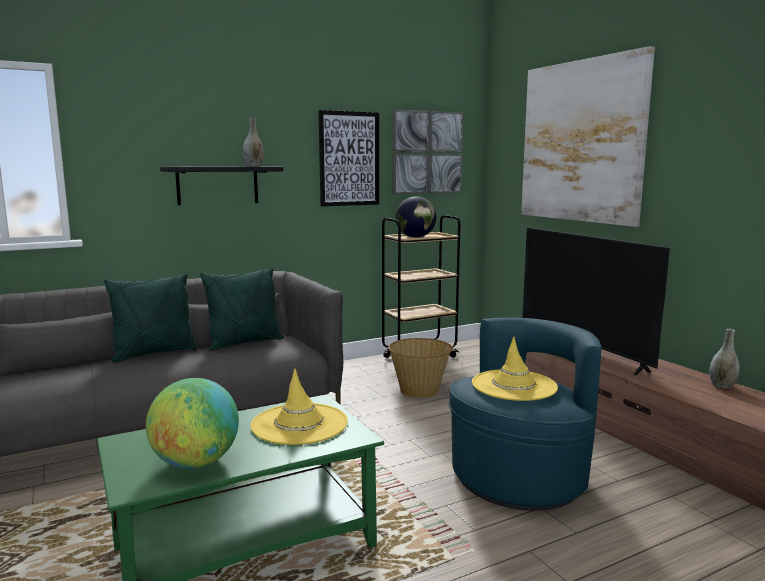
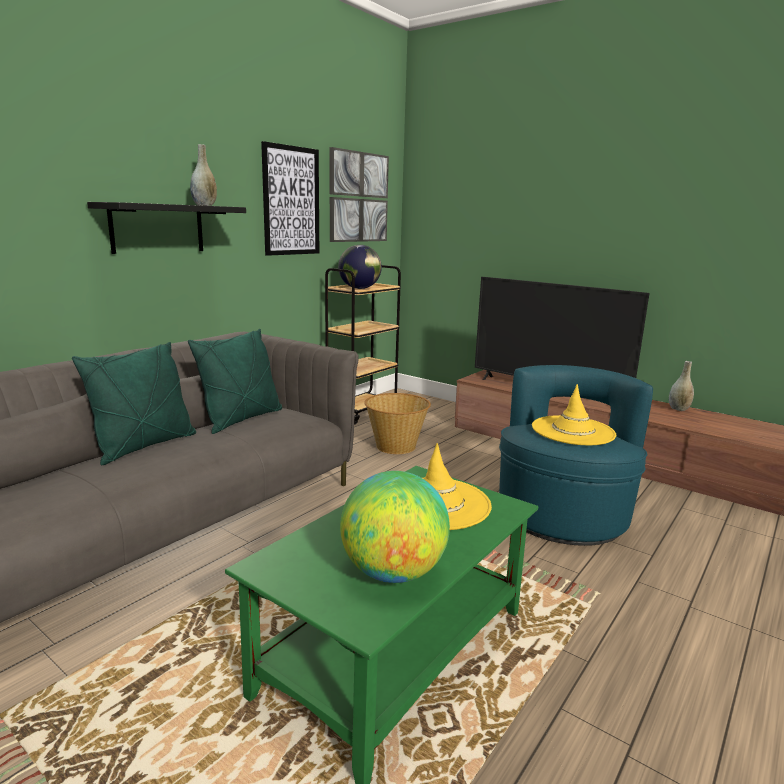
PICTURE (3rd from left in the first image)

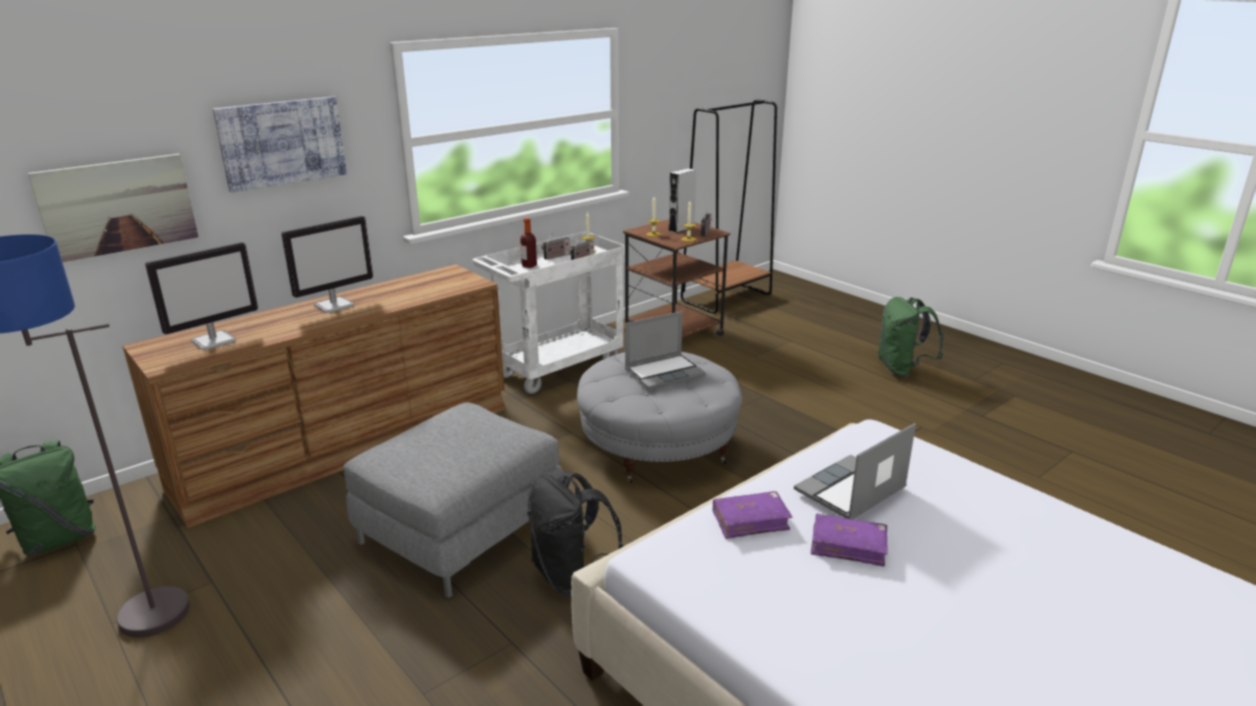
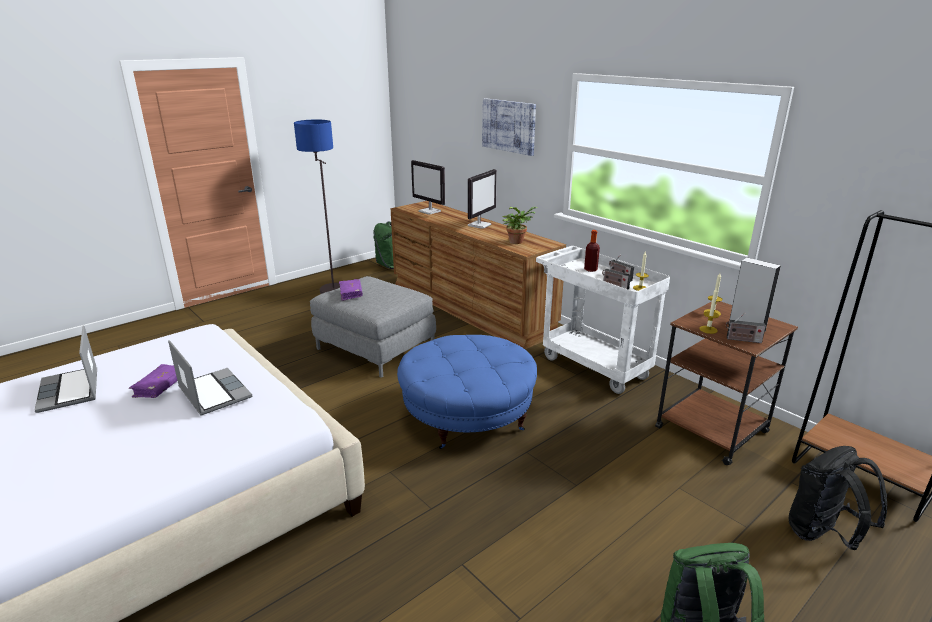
LAPTOP (1st from left)
PURPLE BOOK (2nd from left)
BLUE OTTOMAN
MONITOR (2nd from left)
POTTED PLANT
BLACK BACKPACK
PICTURE (1st from left in the first image)

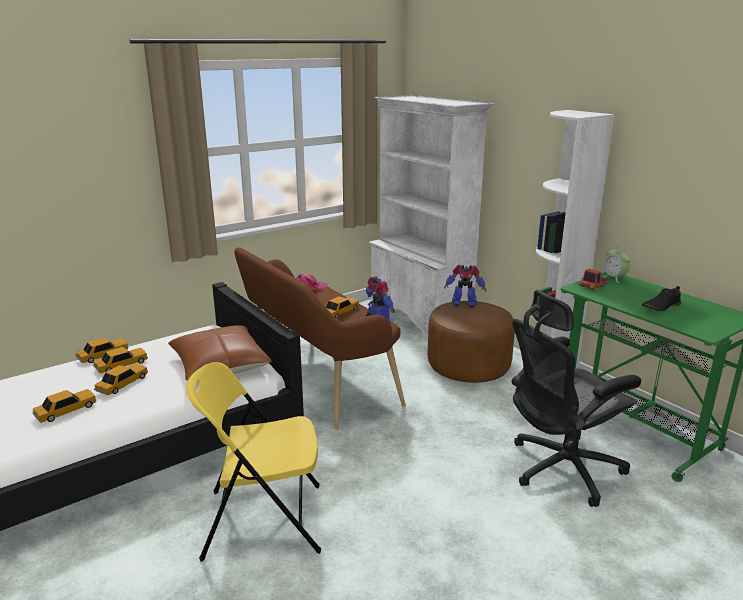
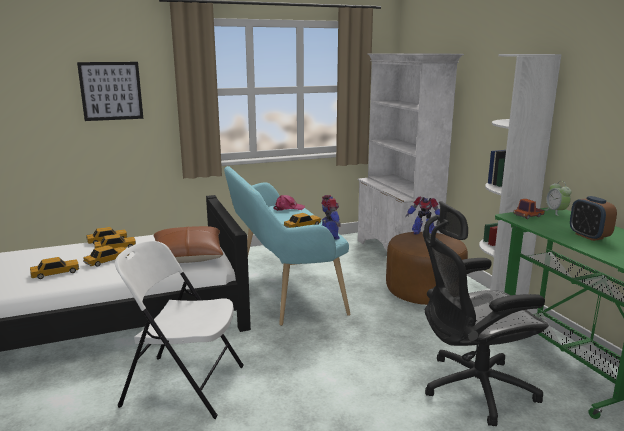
PICTURE
WHITE CHAIR
TURQUOISE BENCH
ALARM CLOCK (2nd from left)

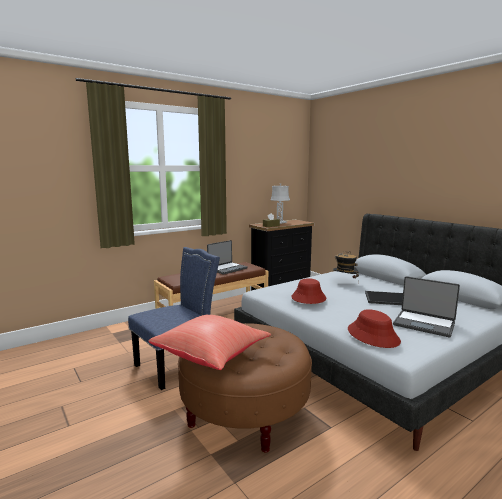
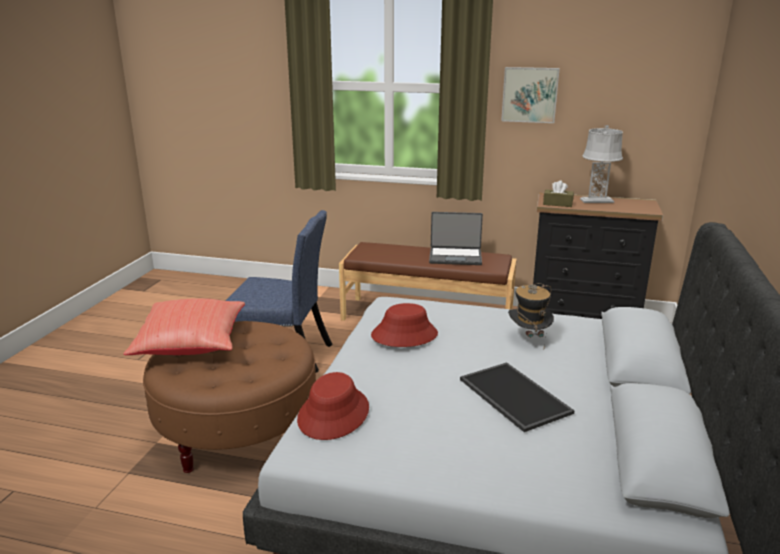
PICTURE
LAPTOP (2nd from left in the first image)

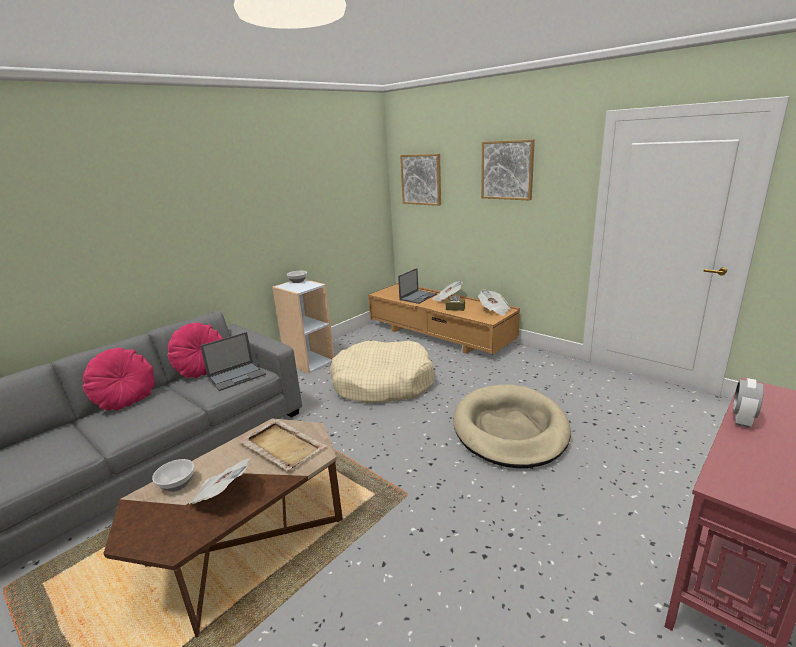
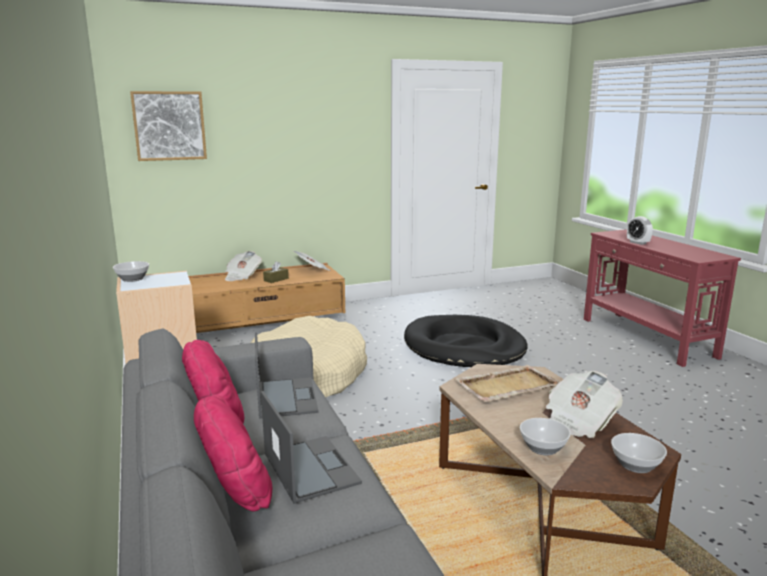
LAPTOP (2nd from left)
BLACK DOG BED
BOWL (3rd from left)
PICTURE (2nd from left in the first image)

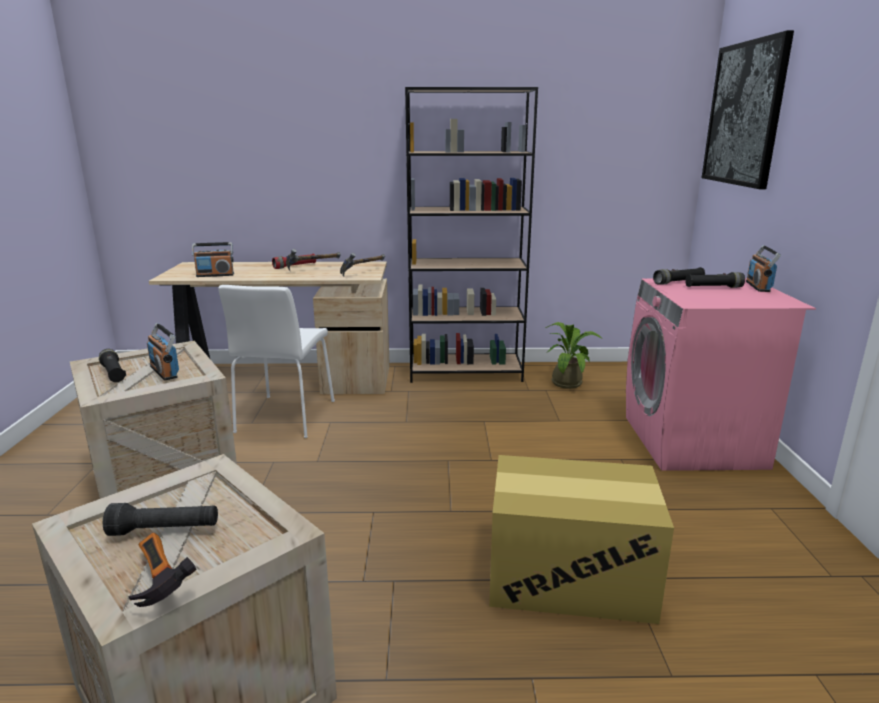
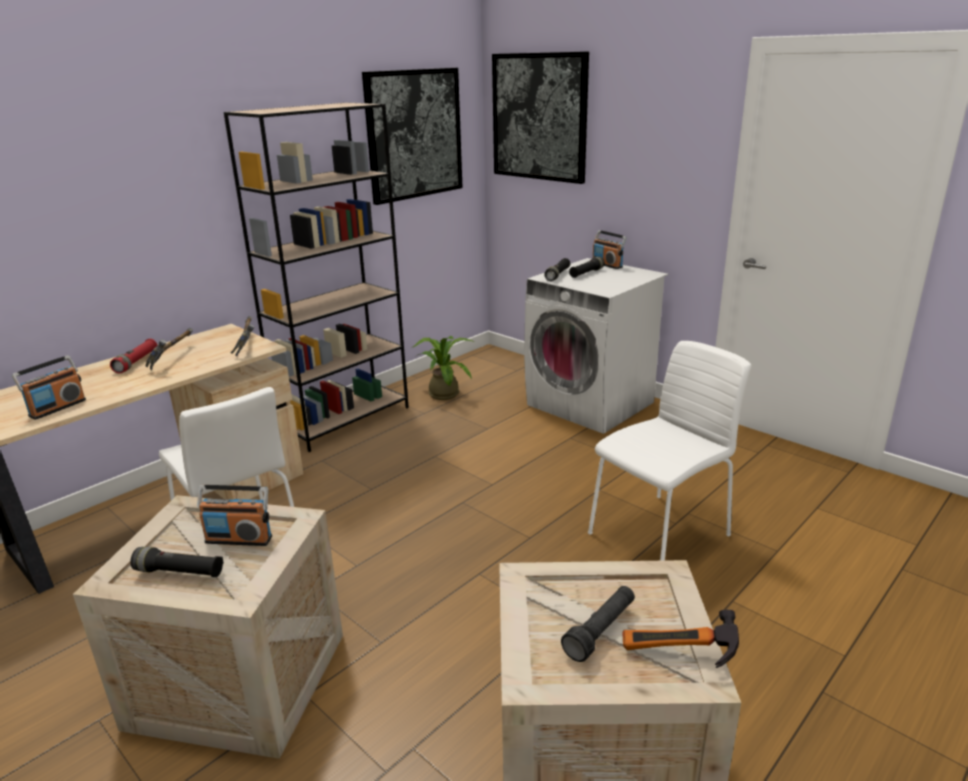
PICTURE (1st from left)
WHITE WASHING MACHINE
WHITE CHAIR (2nd from left)

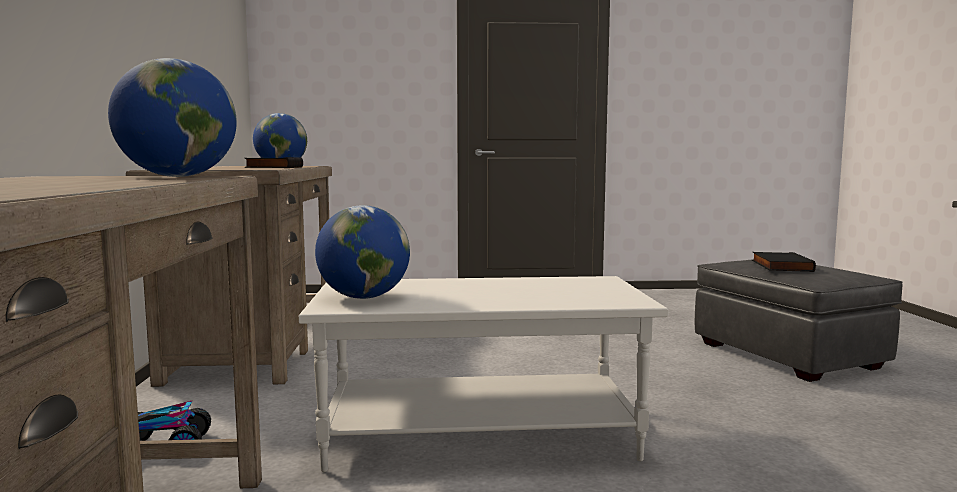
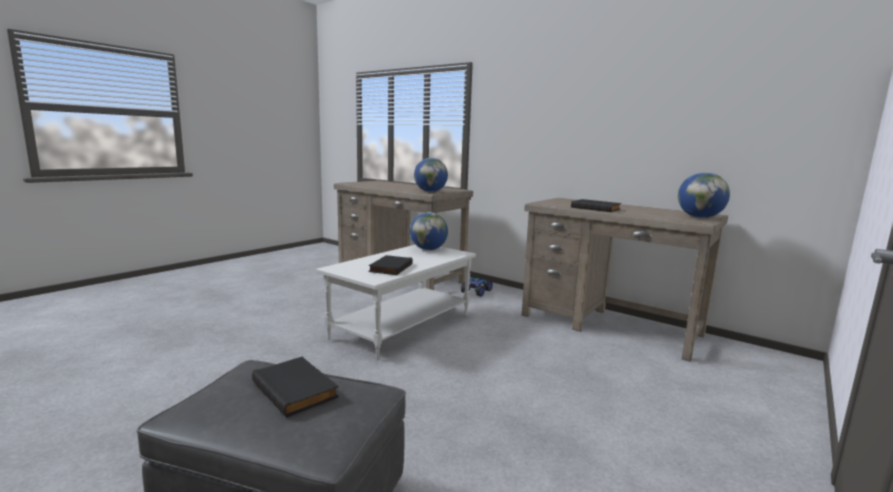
BLACK BOOK (2nd from left)

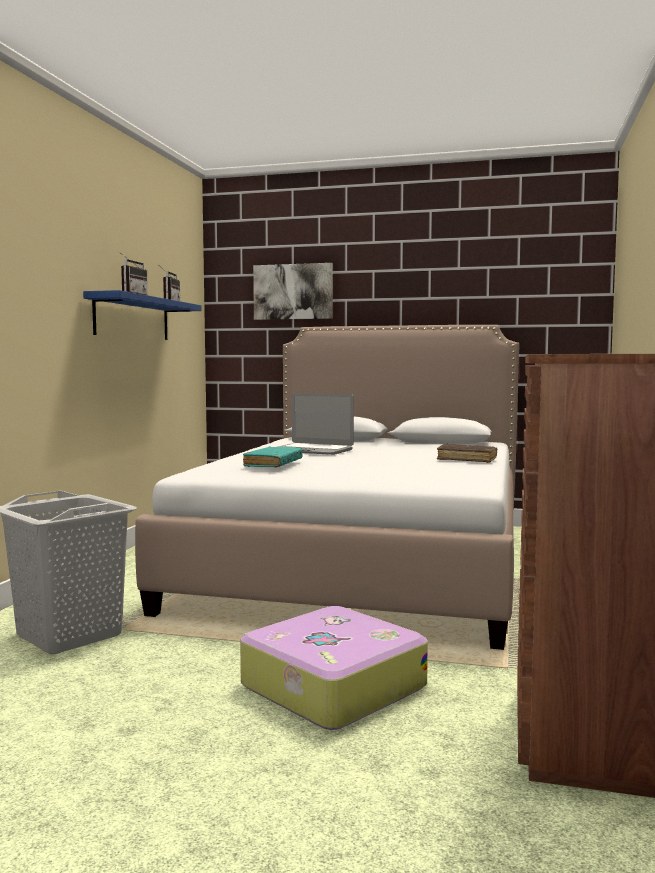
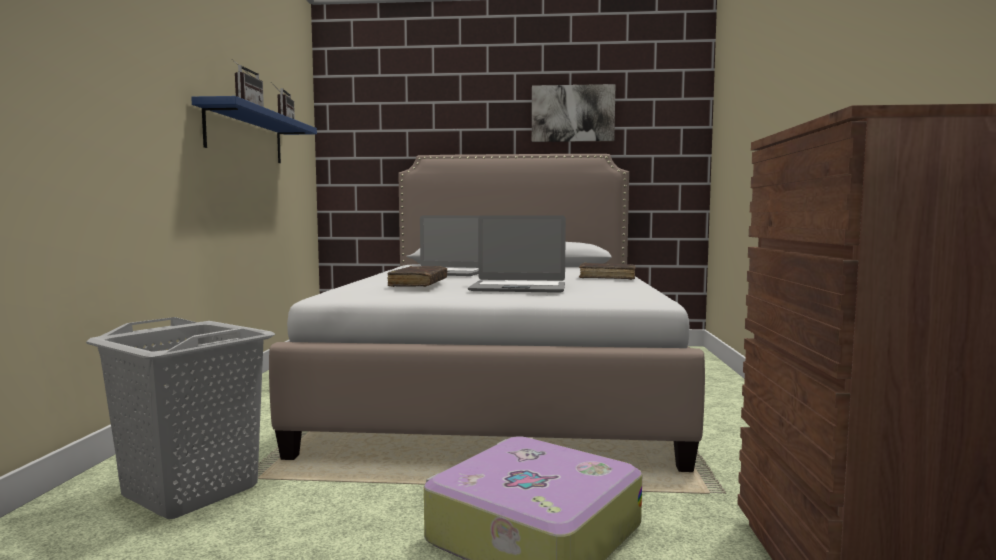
BROWN BOOK (1st from left)
LAPTOP (2nd from left)
PICTURE

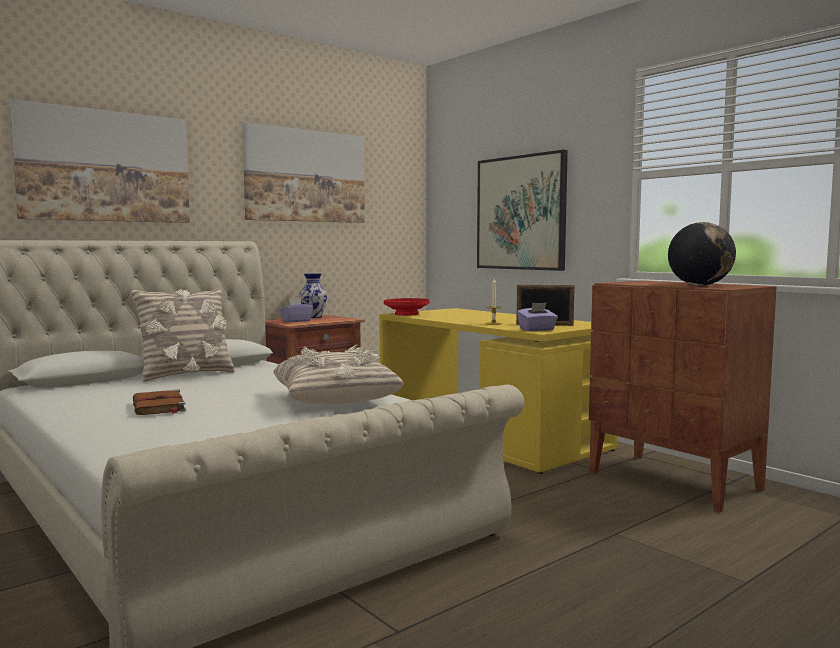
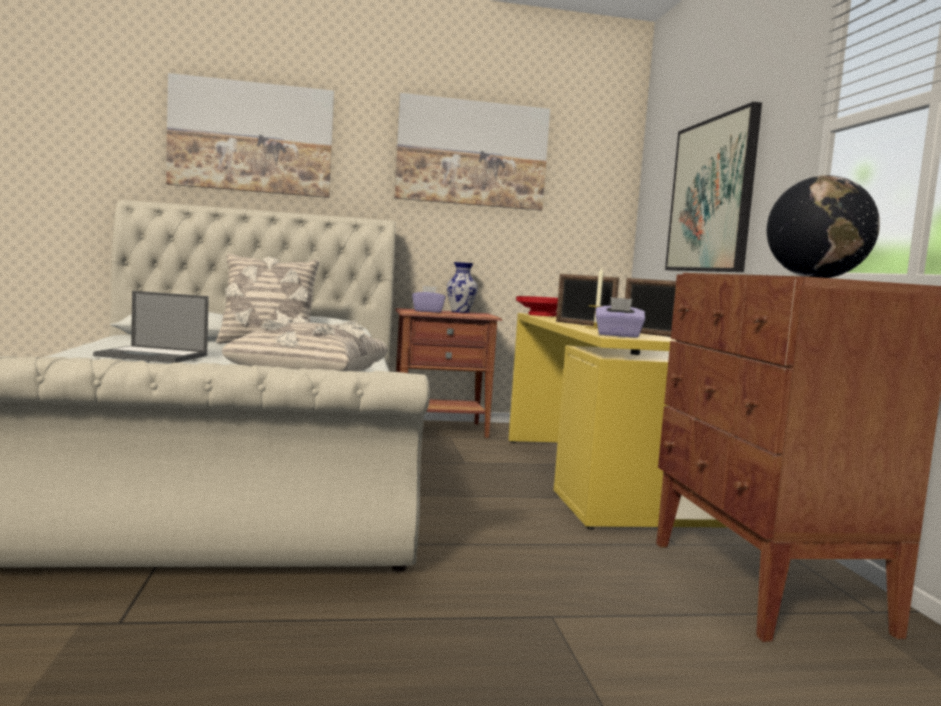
LAPTOP
PICTURE FRAME (1st from left)

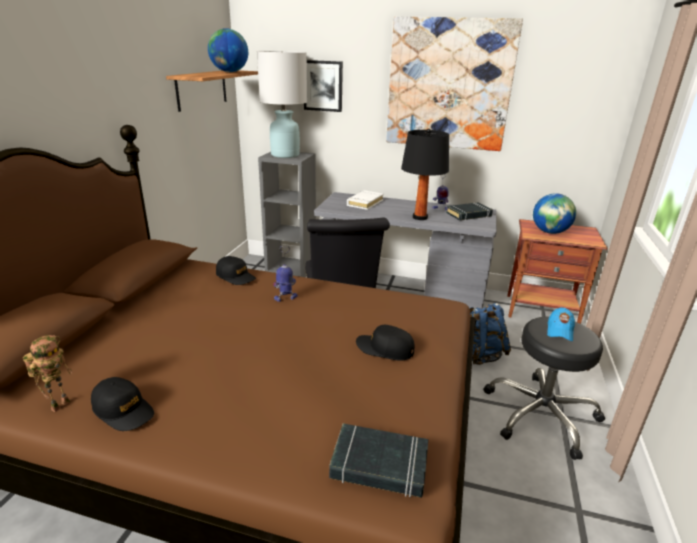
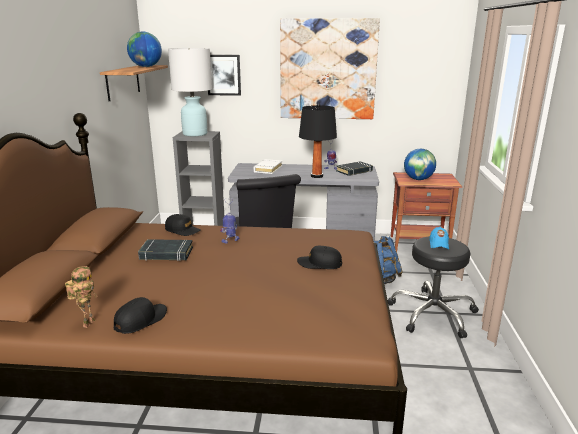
BLACK CAP (1st from left)
BLACK BOOK (1st from left)

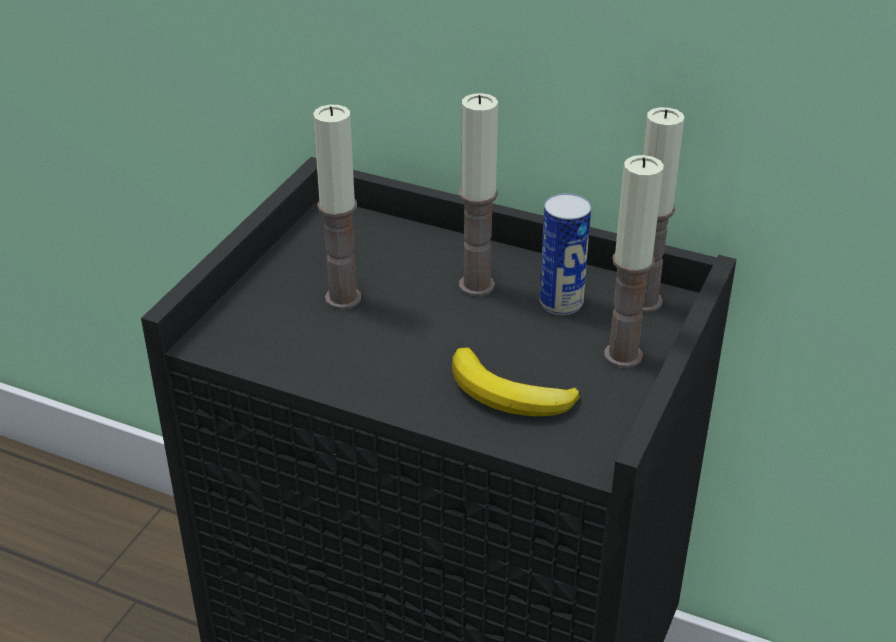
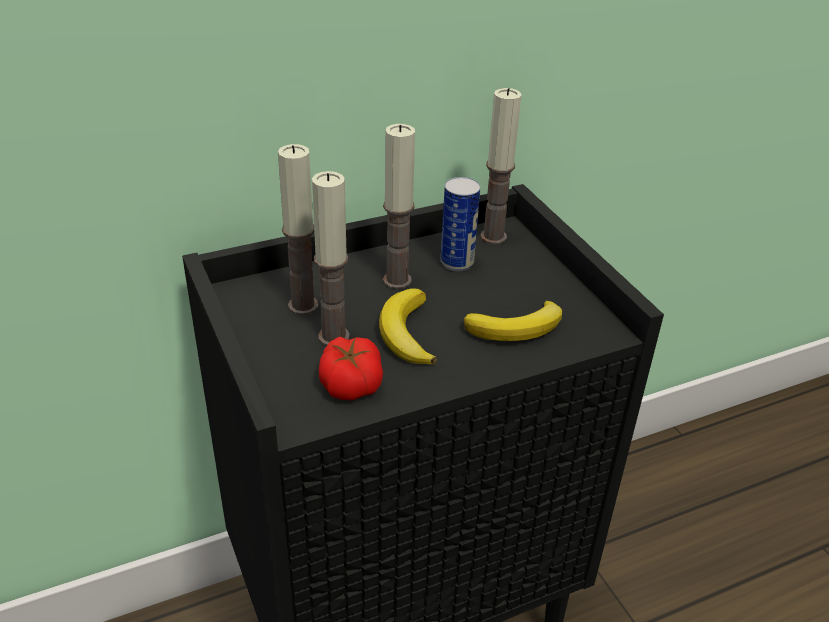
CANDLE (1st from left)
TOMATO
BANANA (1st from left)

